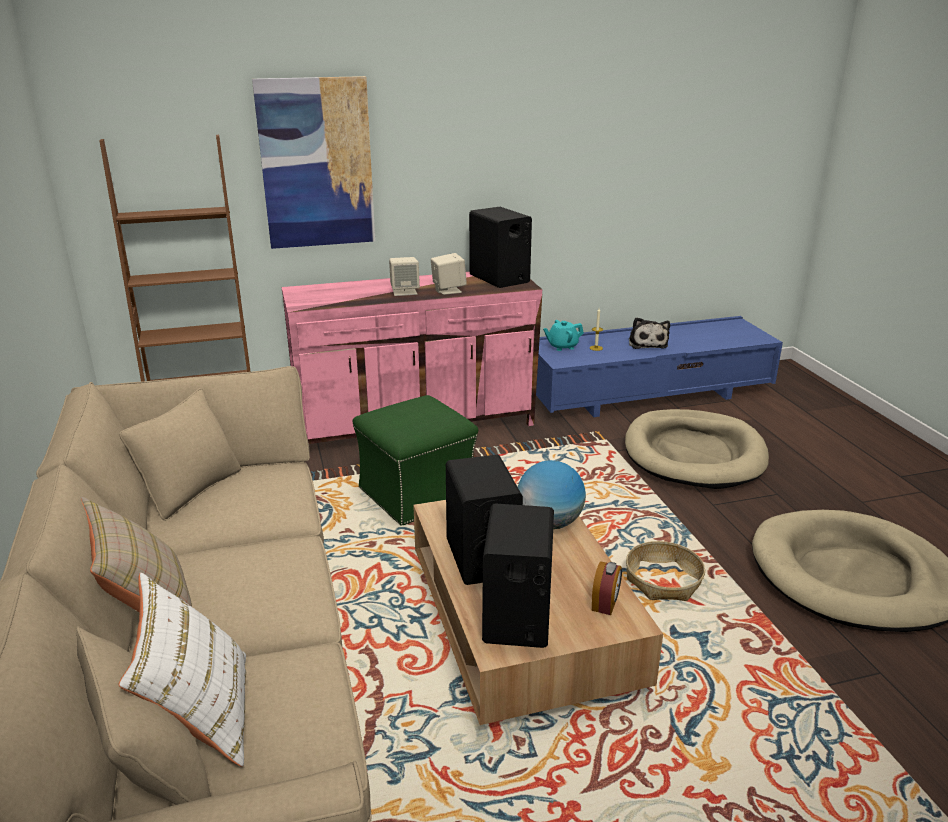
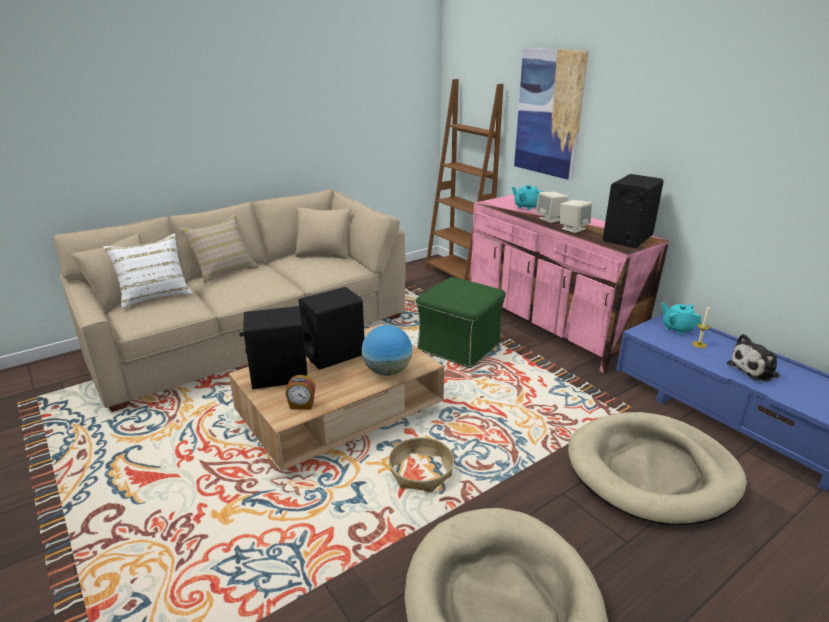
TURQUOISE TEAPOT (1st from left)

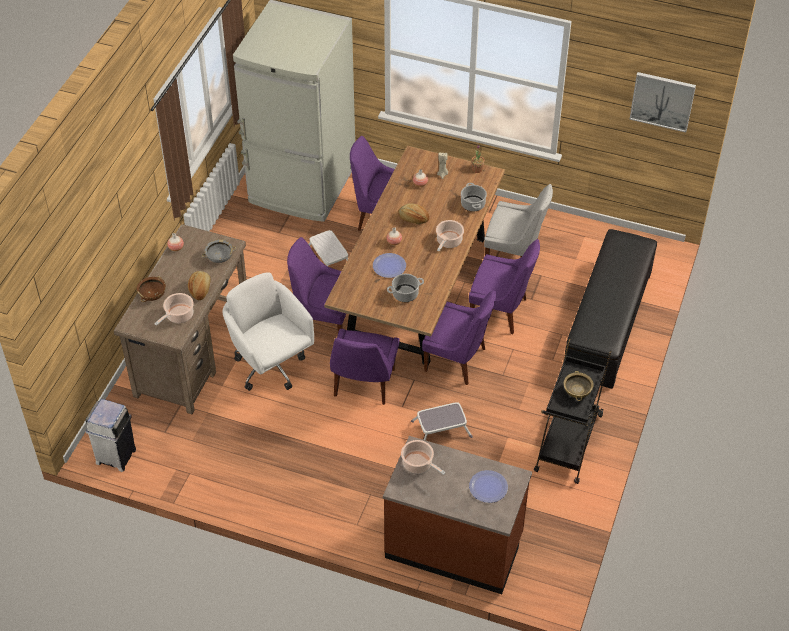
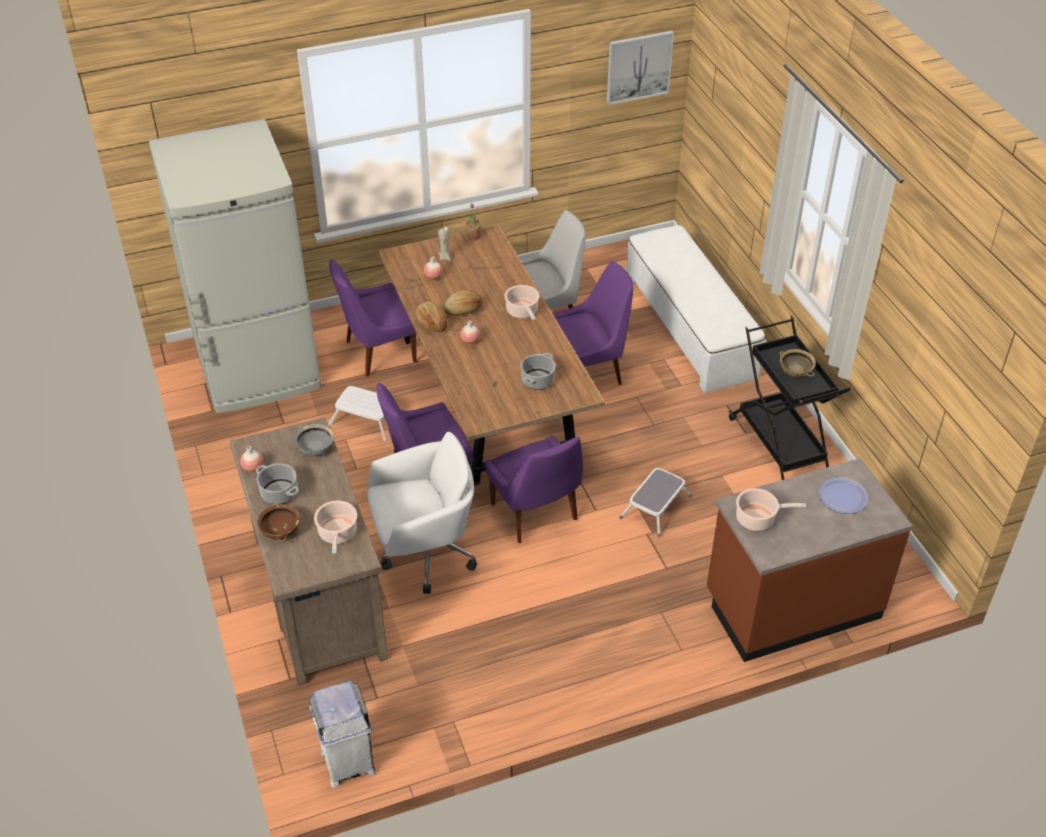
COOKING POT (1st from left)
WHITE OFFICE CHAIR
BREAD (1st from left)
WHITE BENCH
PLATE (1st from left in the first image)
PURPLE CHAIR (4th from left in the first image)

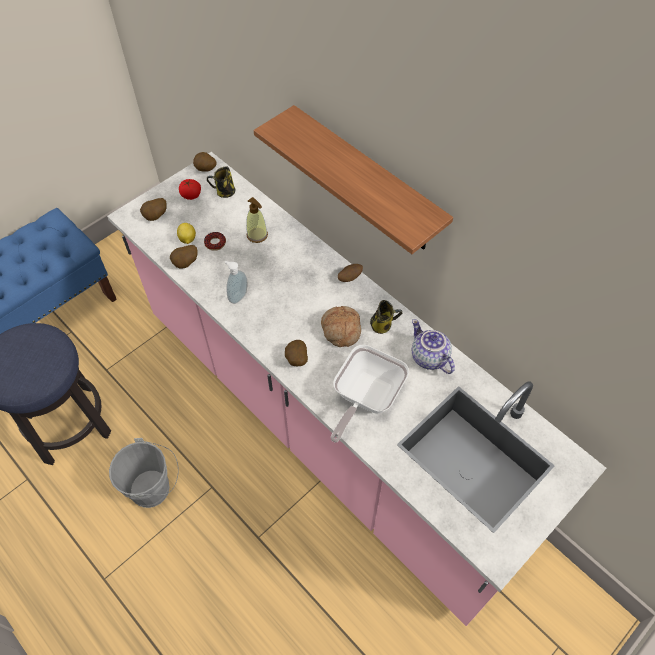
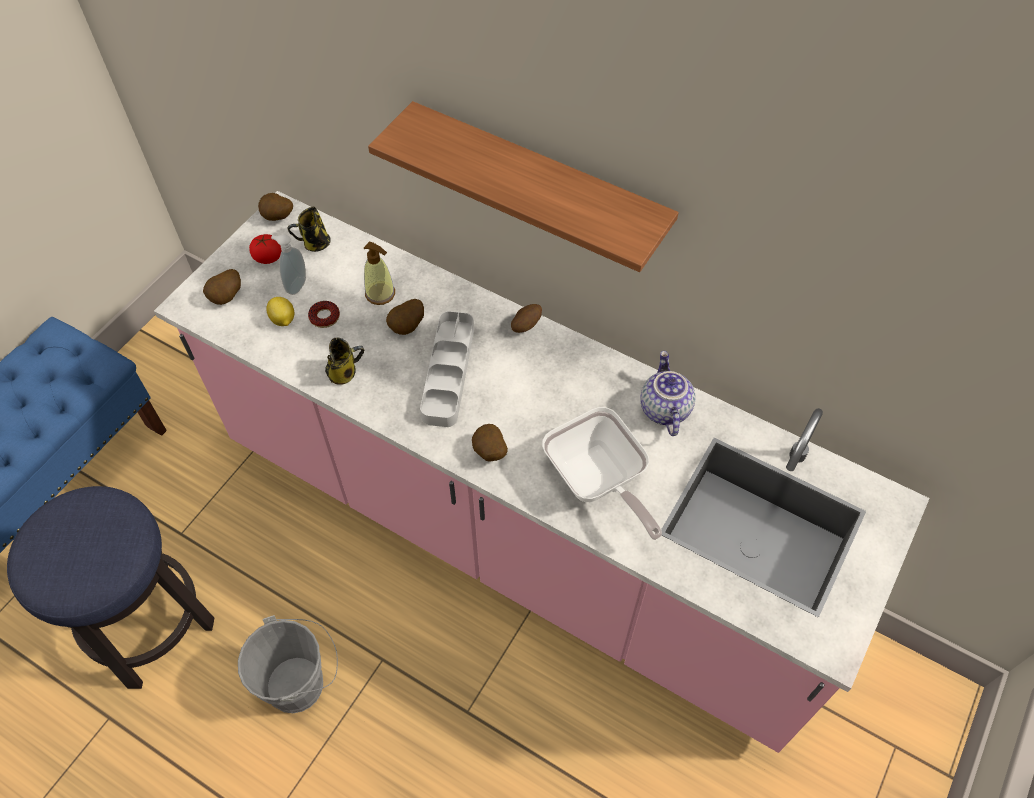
SOAP DISPENSER (1st from left)
MUG (2nd from left)
POTATO (3rd from left)
GREY TRAY
FRYING PAN
TEAPOT
BREAD

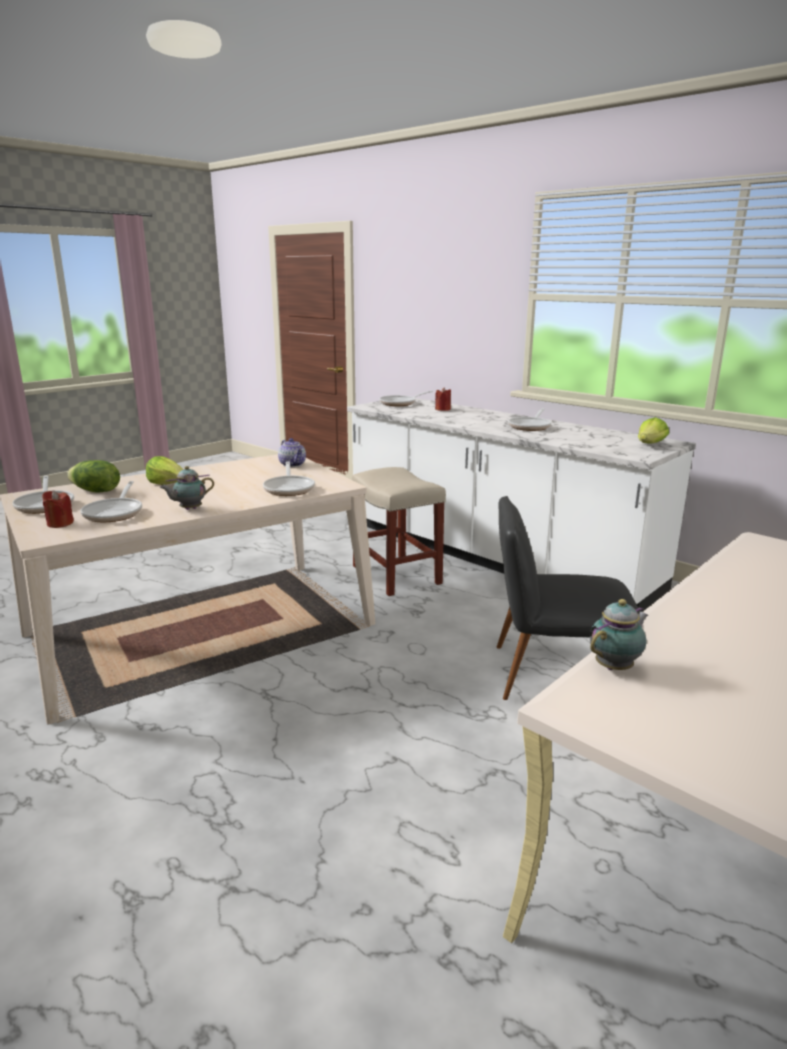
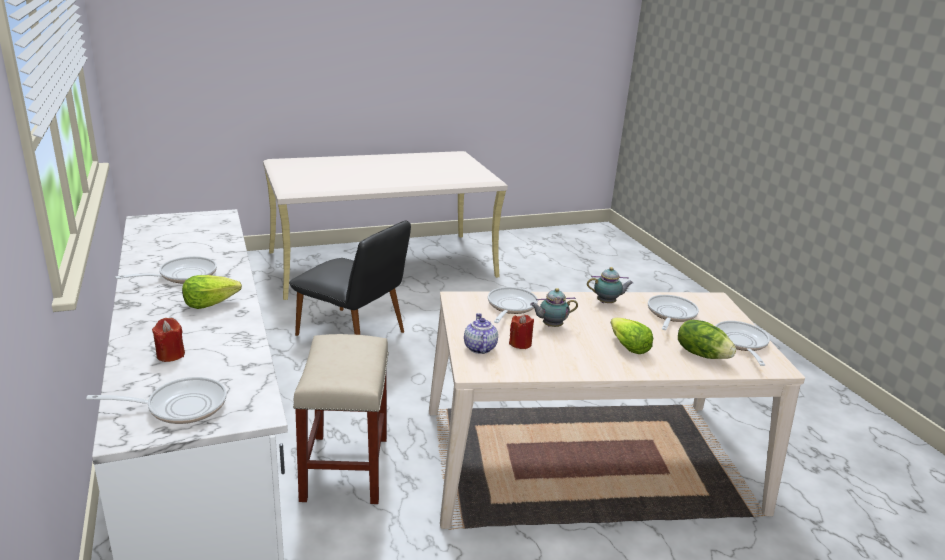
LETTUCE (1st from left)
RED CANDLE (2nd from left)
TEAPOT (2nd from left)

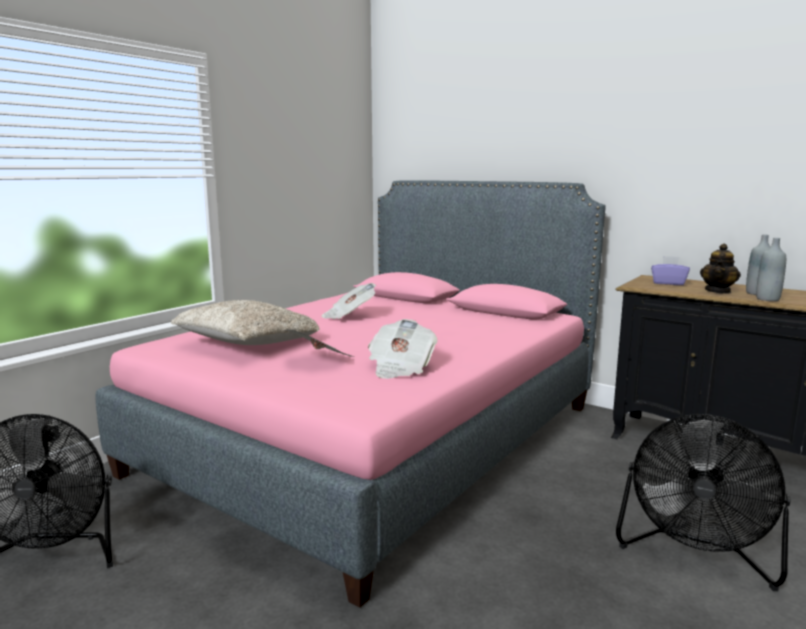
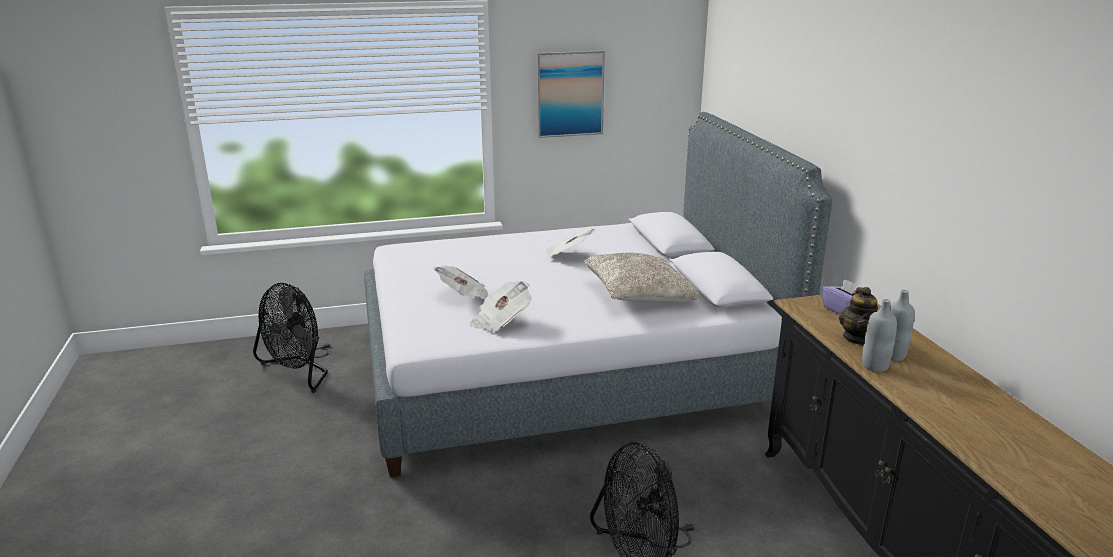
GREY BED
PICTURE
BEIGE PILLOW
TEAPOT

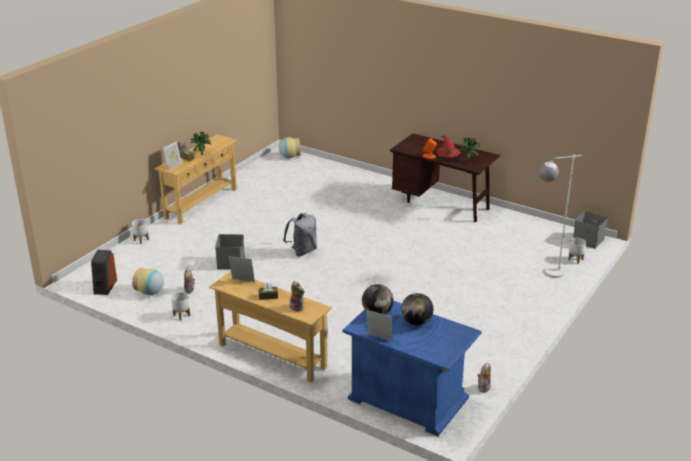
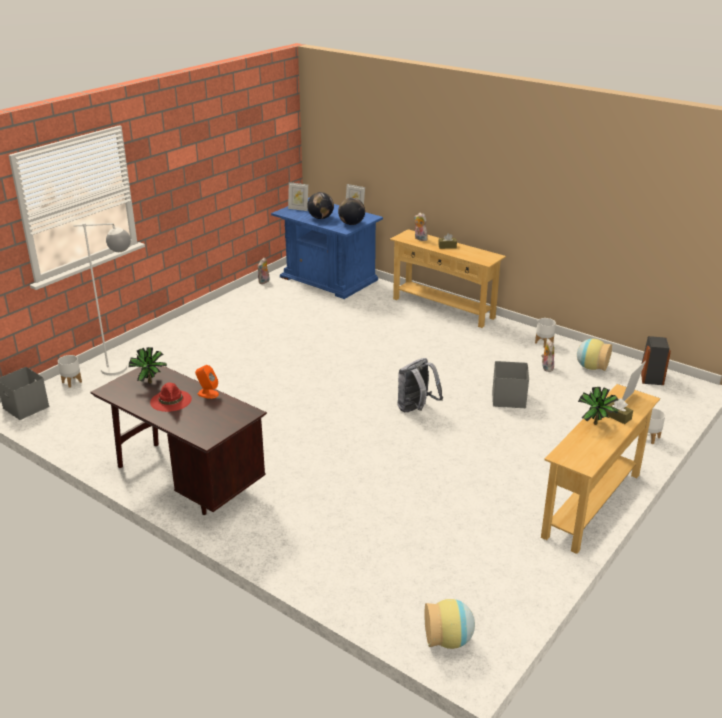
PICTURE FRAME (1st from left)

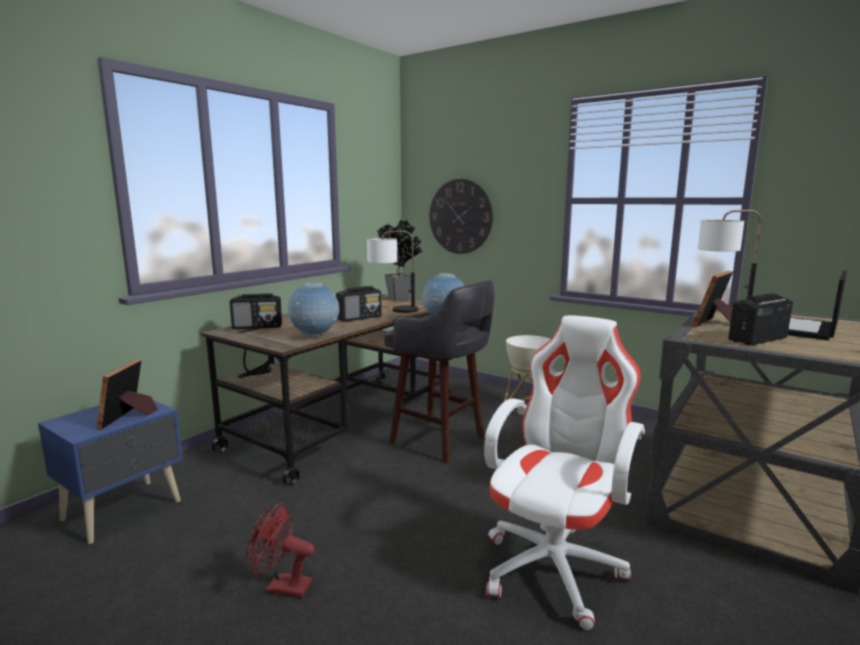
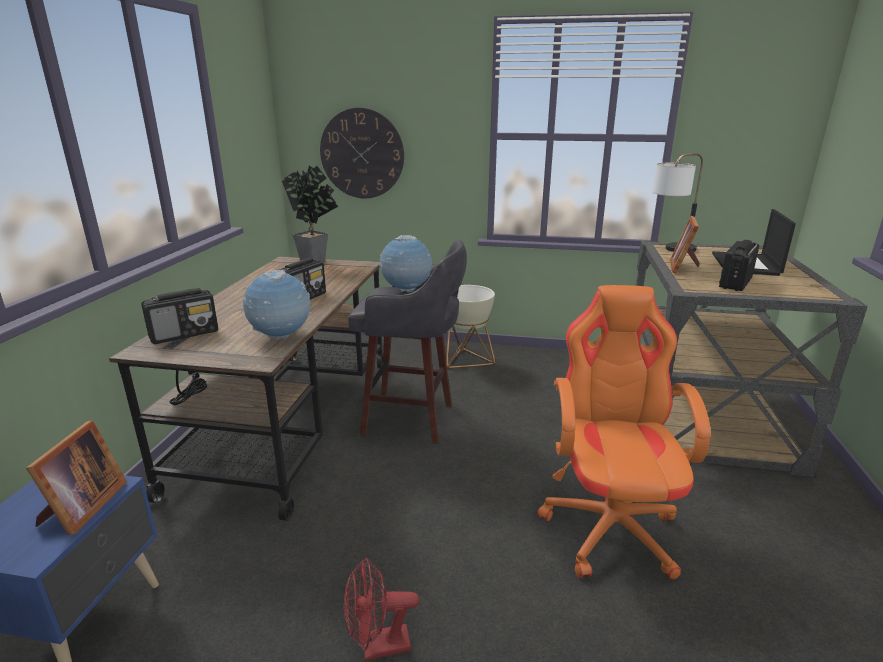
PICTURE FRAME (1st from left)
ORANGE OFFICE CHAIR
TABLE LAMP (1st from left in the first image)

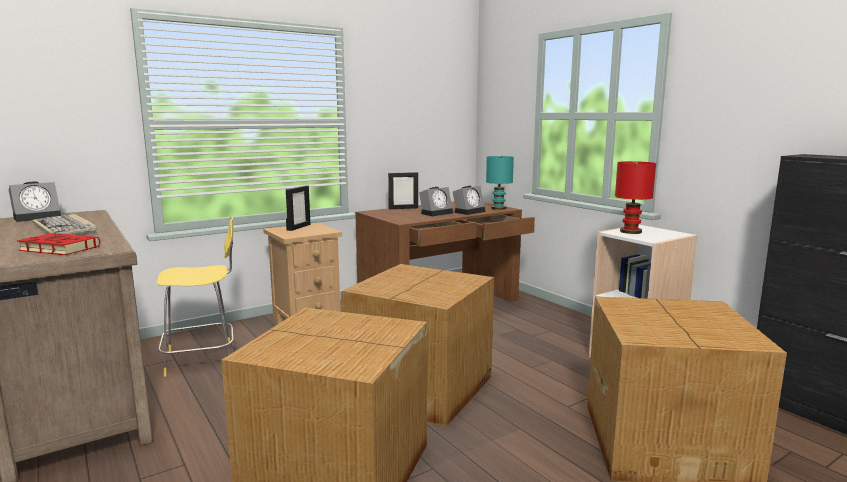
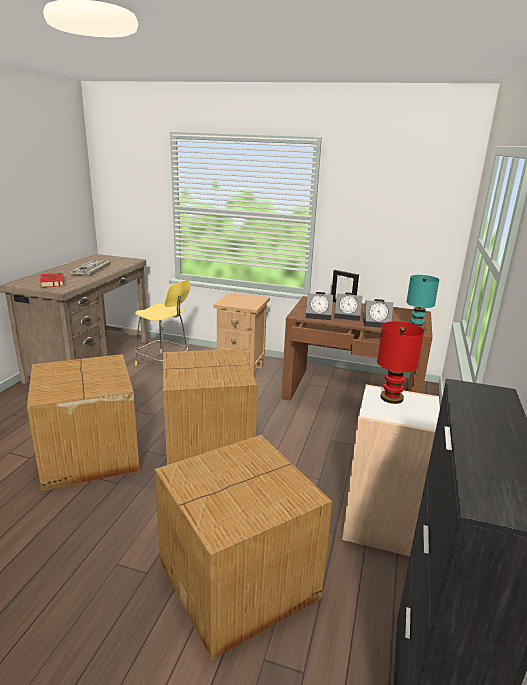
ALARM CLOCK (1st from left)
PICTURE FRAME (1st from left in the first image)

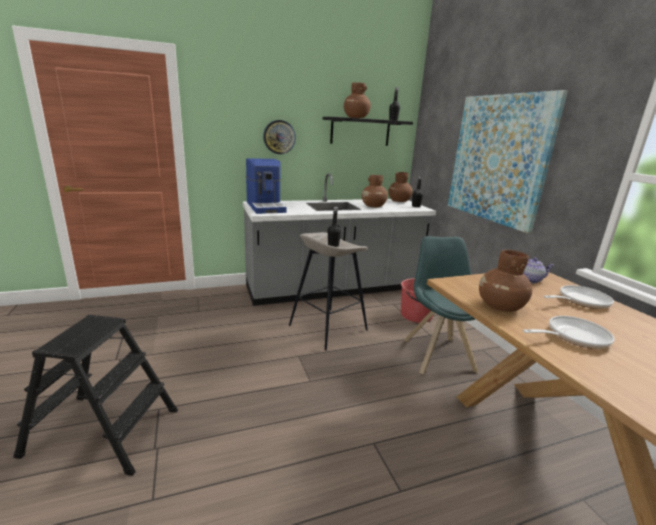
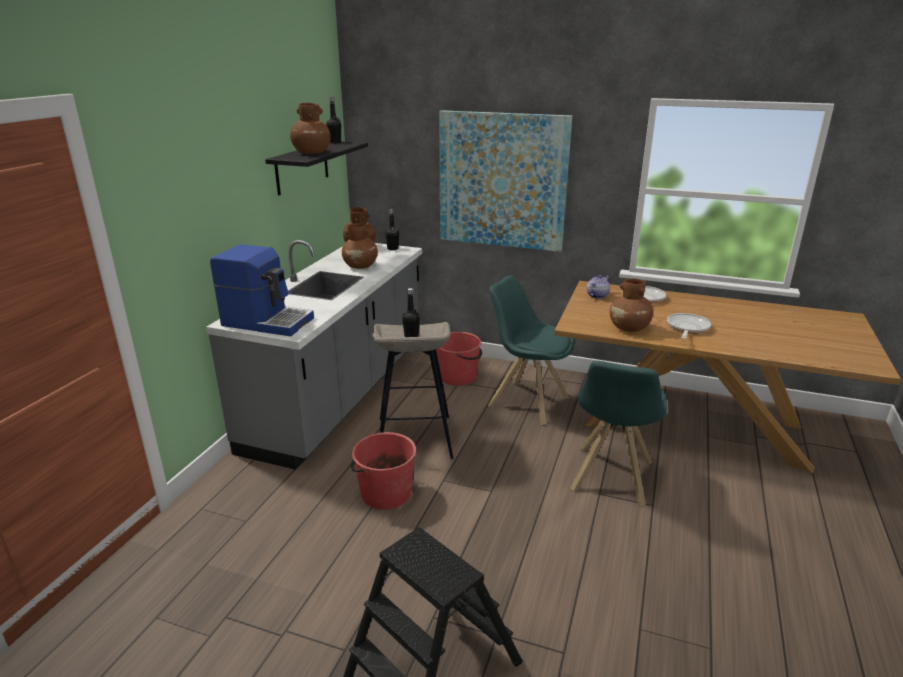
RED BUCKET (1st from left)
TURQUOISE CHAIR (2nd from left)
WALL CLOCK

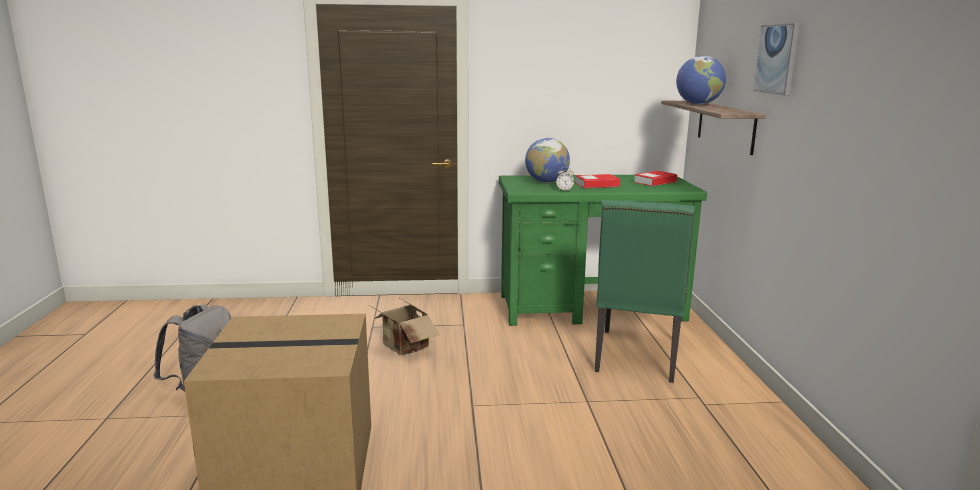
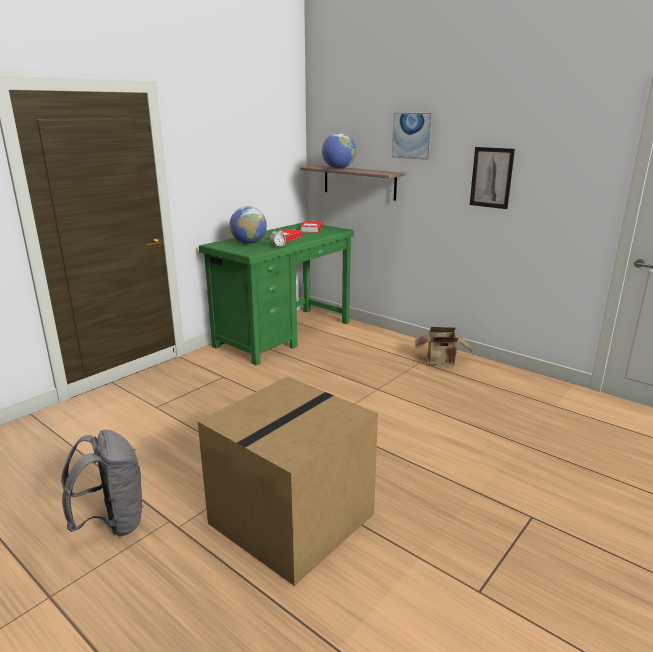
CARDBOARD BOX (2nd from left)
PICTURE (2nd from left)
GREEN CHAIR

